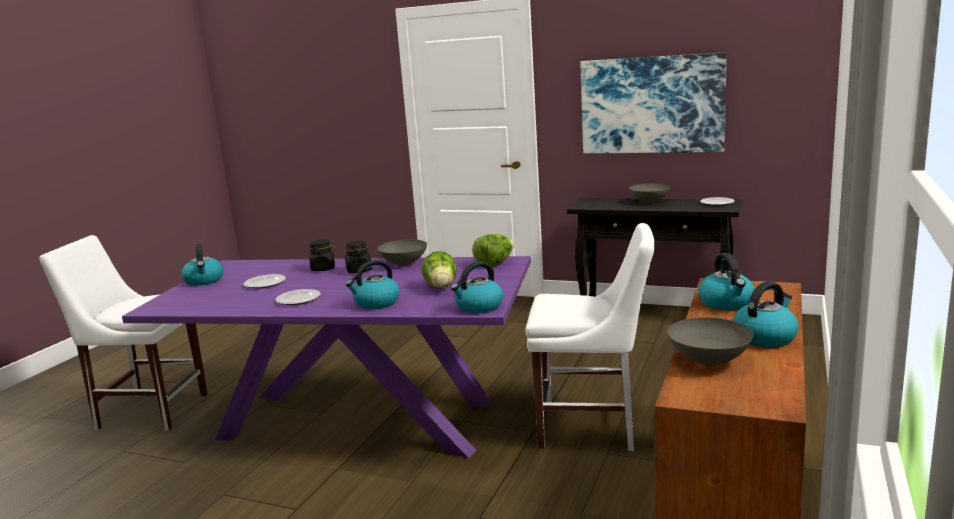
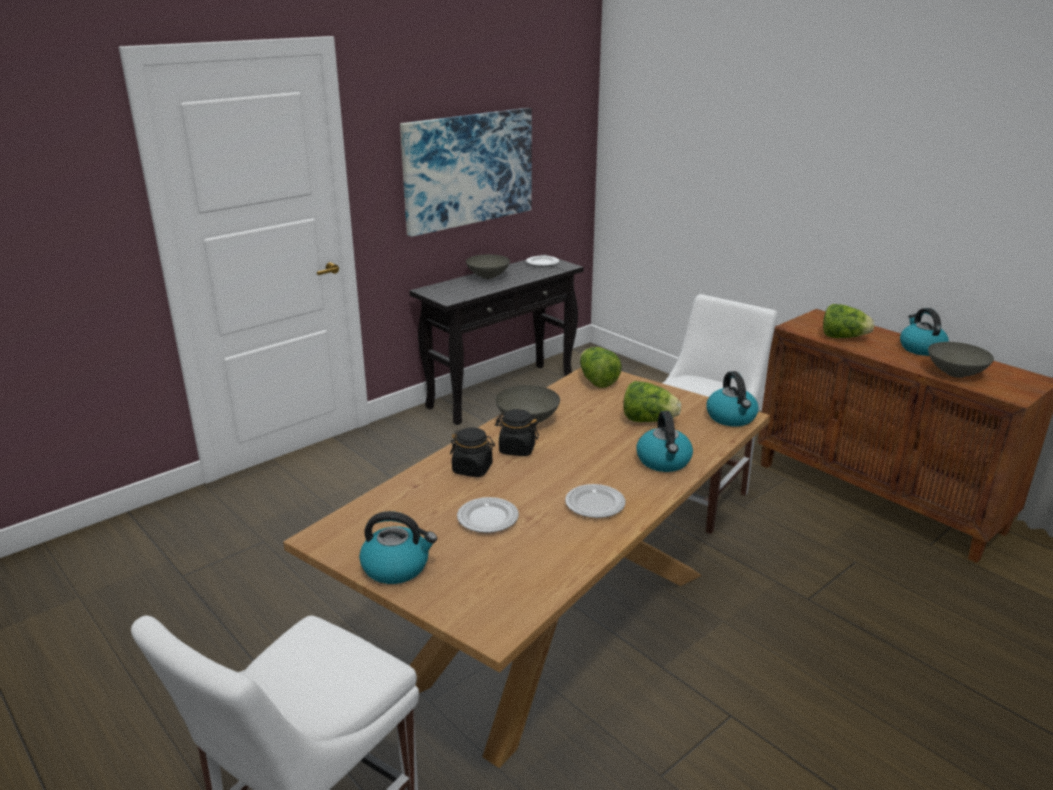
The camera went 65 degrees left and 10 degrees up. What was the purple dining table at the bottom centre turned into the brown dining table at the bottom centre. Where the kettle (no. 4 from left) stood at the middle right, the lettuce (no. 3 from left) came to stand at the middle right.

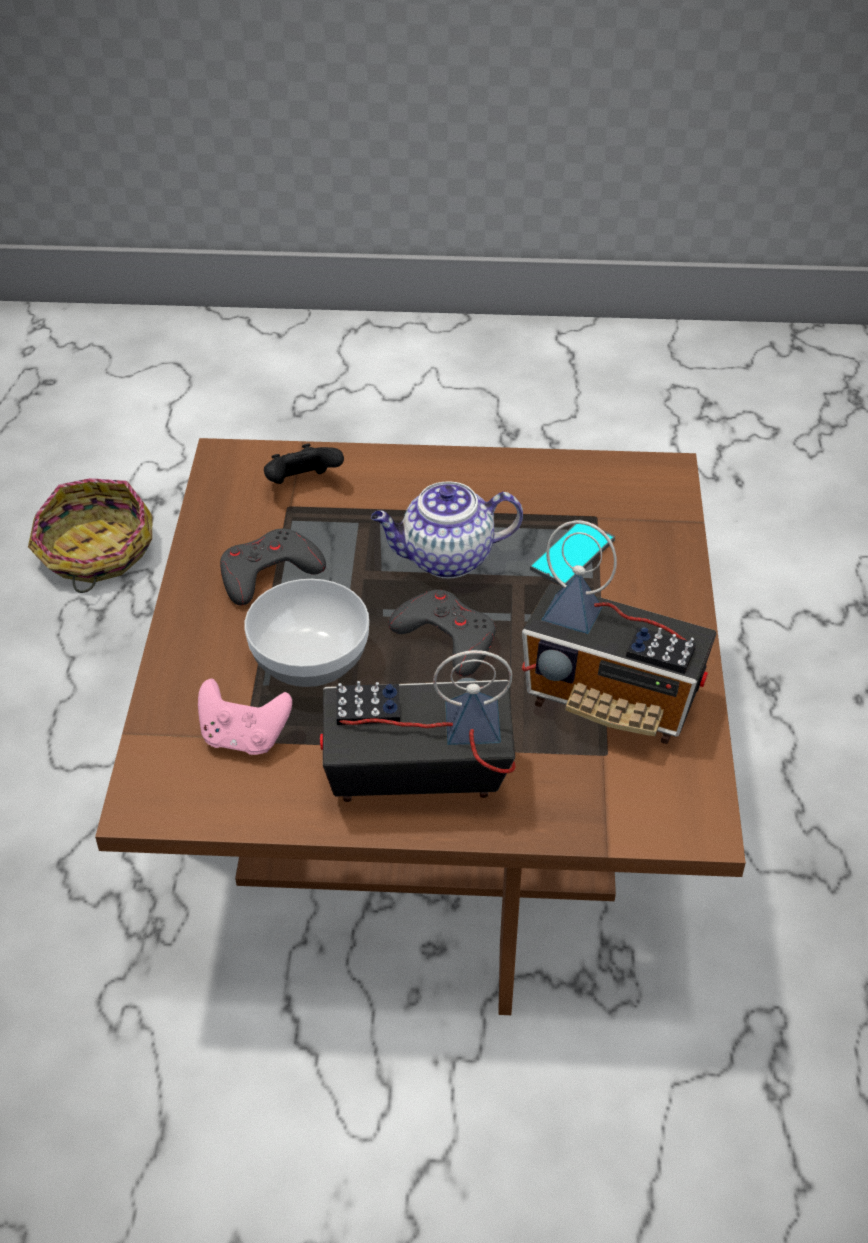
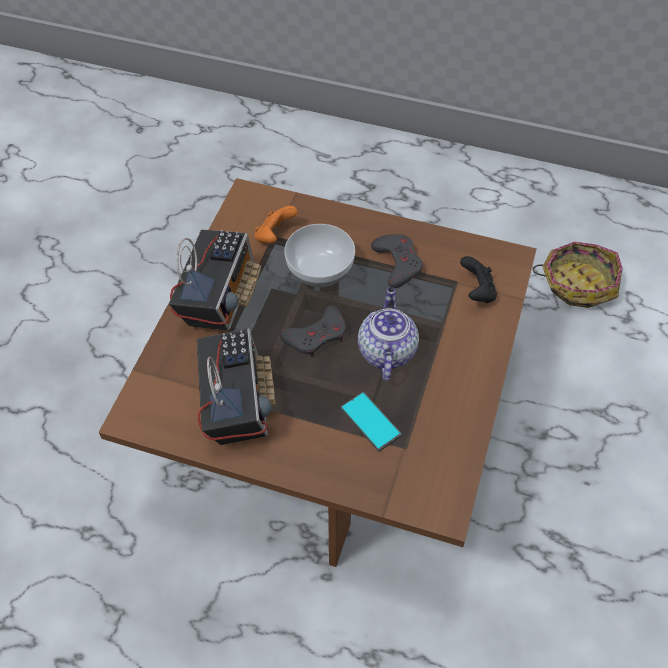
The camera went 105 degrees right and 10 degrees up. What was the pink game controller at the middle left turned into the orange game controller at the centre. The radio (no. 2 from left) at the middle right ended up facing another way, 135 degrees clockwise from before.

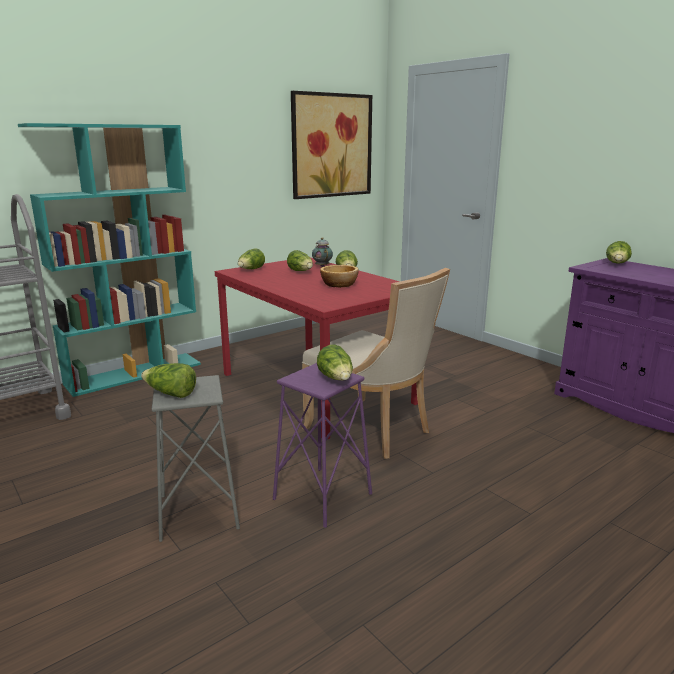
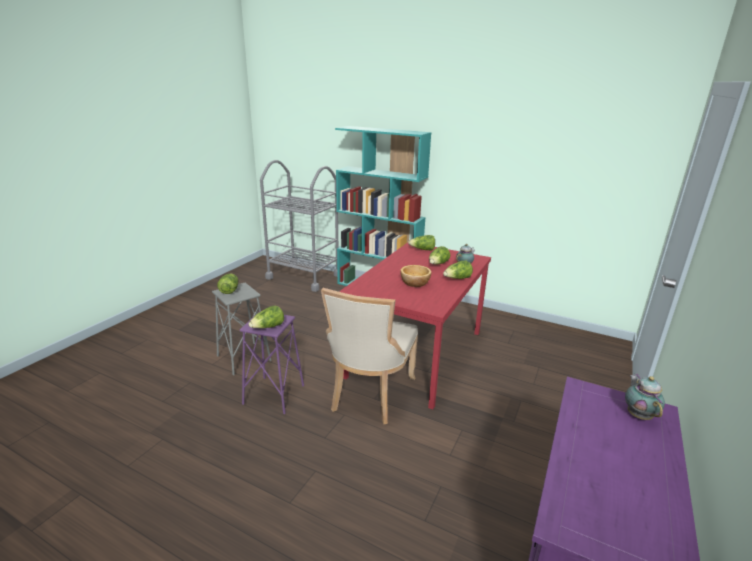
The camera went 65 degrees right and 5 degrees up. The second view lost the picture at the top centre. Where the lettuce (no. 6 from left) stood at the middle right, the teapot (no. 2 from left) came to stand at the bottom right.

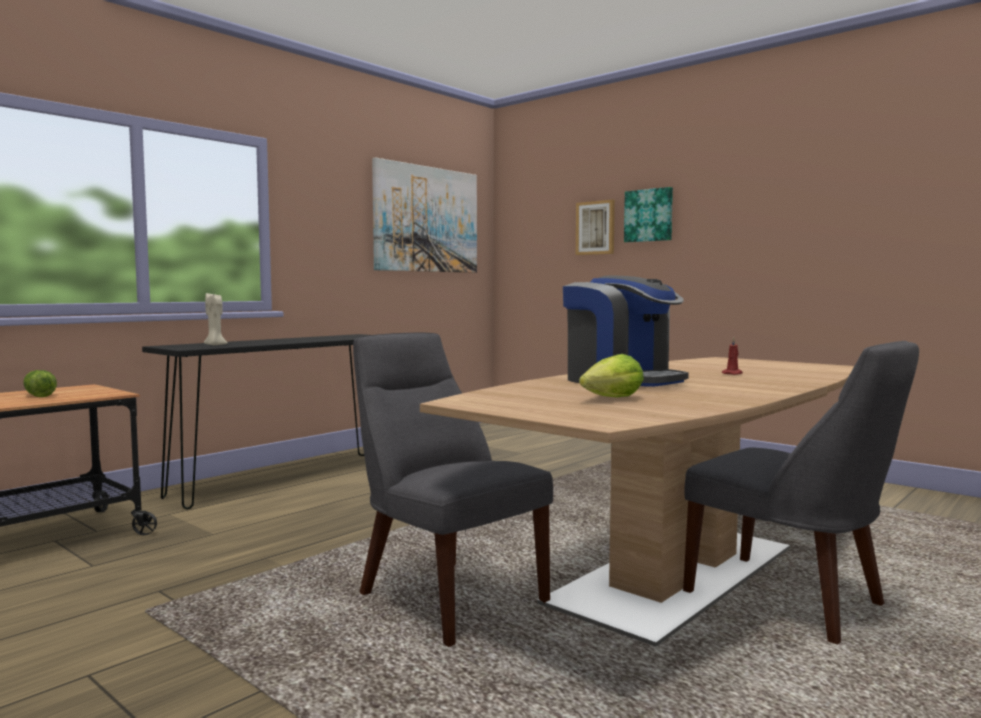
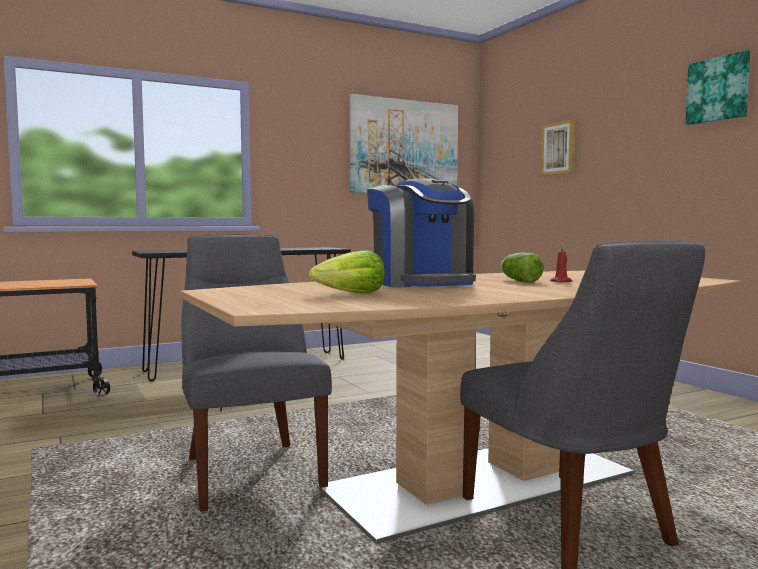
The camera went 20 degrees right and 0 degrees up. The lettuce (no. 1 from left in the first image) ended up elsewhere, having gone from the middle left to the middle right. The second view lost the beige candle at the middle left. The picture (no. 3 from left) ended up elsewhere, having gone from the top centre to the top right.

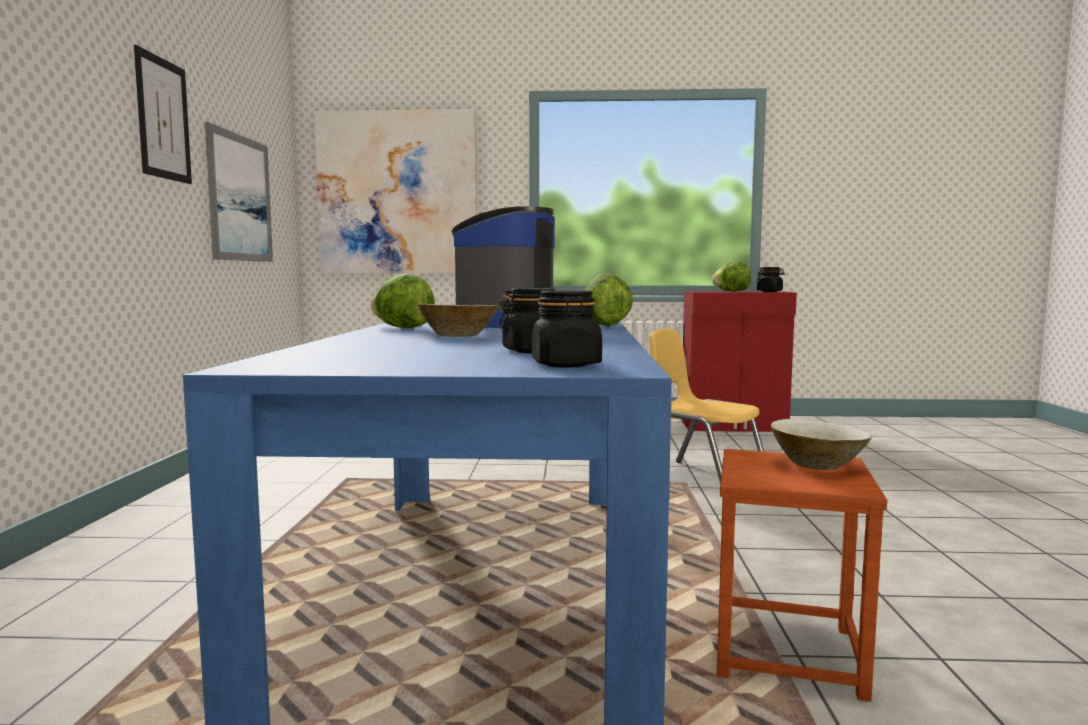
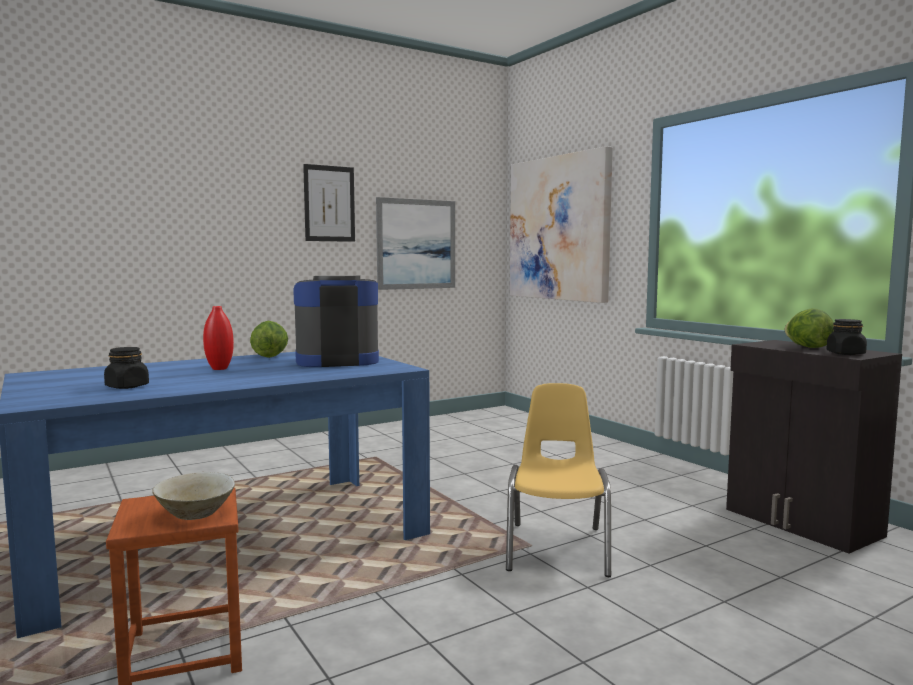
The camera went 55 degrees right and 0 degrees up. Where the beige bowl (no. 1 from left) stood at the centre, the red vase came to stand at the middle left. The second view lost the black jar (no. 2 from left) at the centre. The second view lost the lettuce (no. 2 from left) at the centre. What was the red cabinet at the middle right turned into the black cabinet at the middle right.

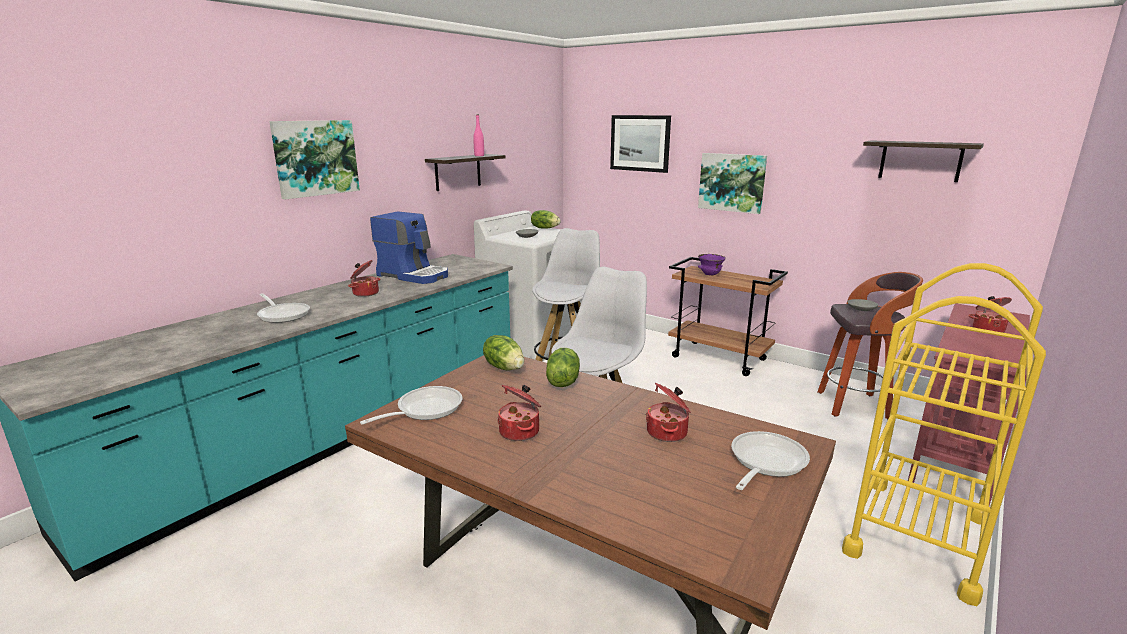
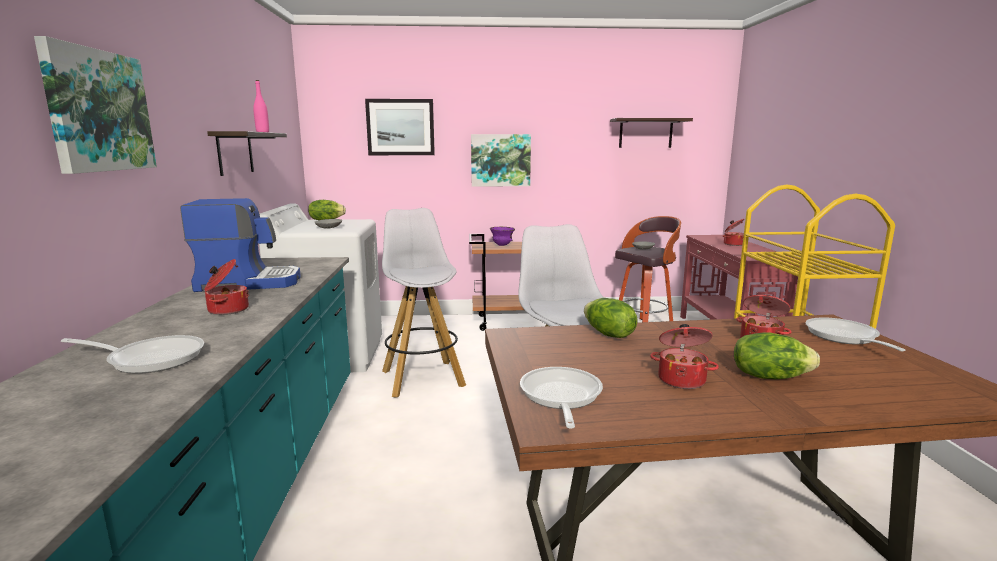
The camera went 40 degrees left and 5 degrees down. The lettuce (no. 1 from left in the first image) ended up elsewhere, having gone from the centre to the middle right.

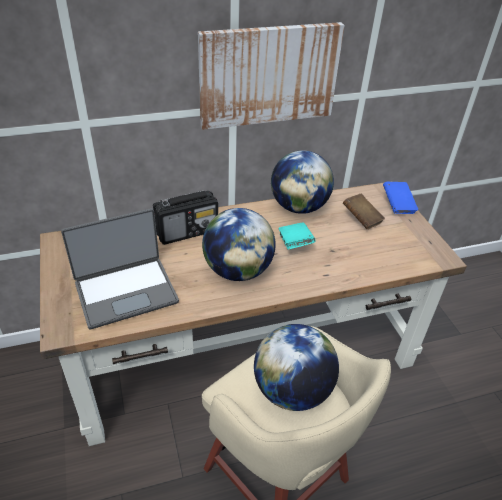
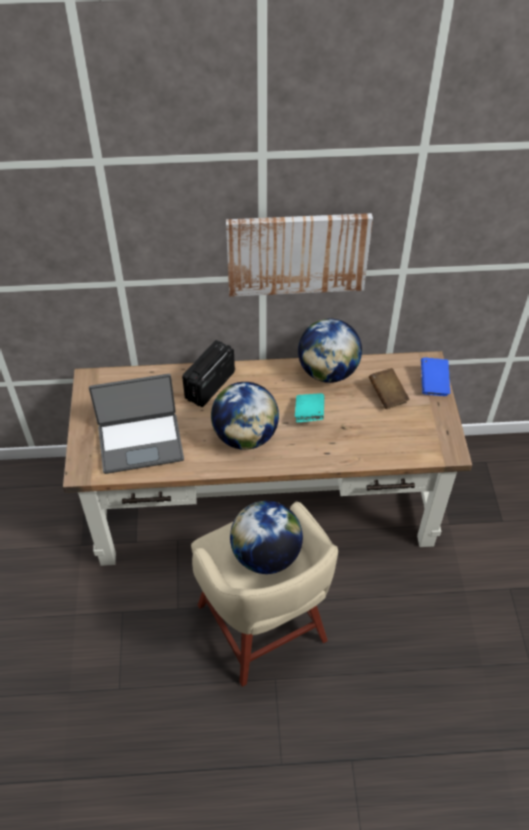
The camera went 15 degrees right and 10 degrees up. The radio at the centre ended up facing another way, 135 degrees clockwise from before.

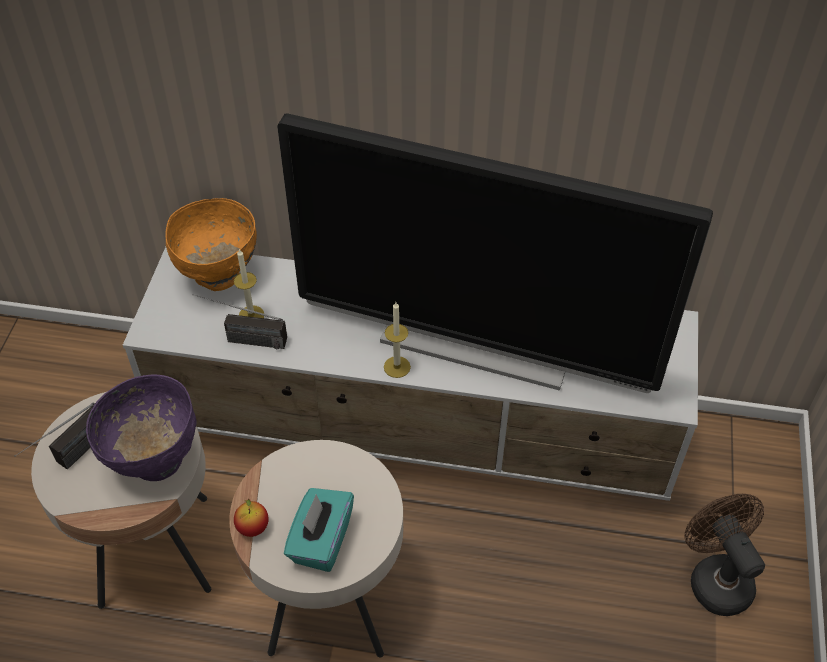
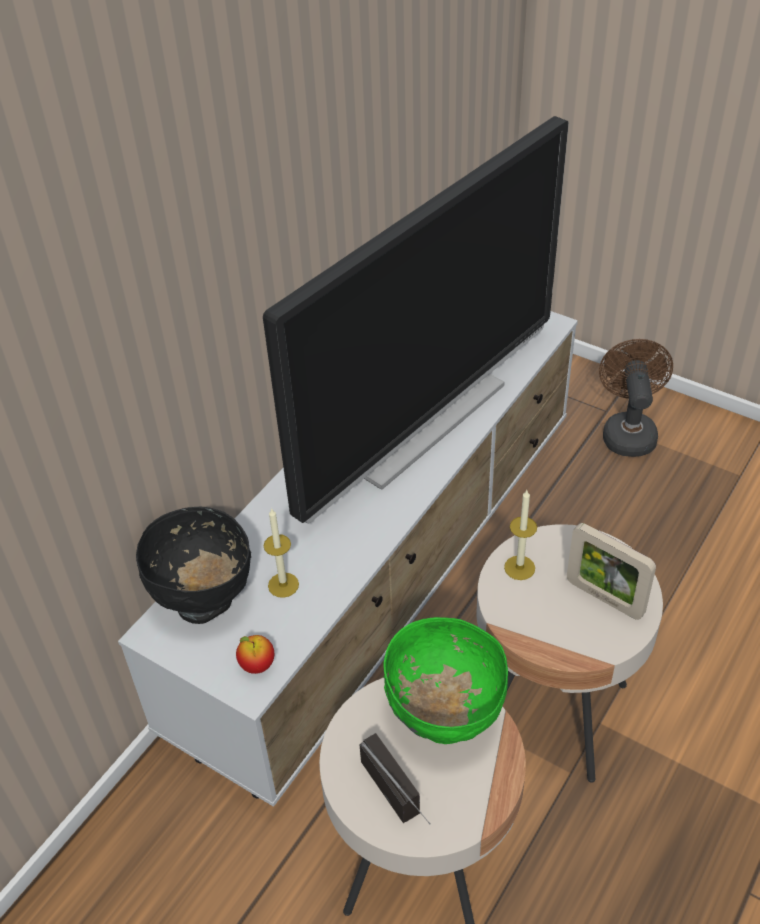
The camera went 65 degrees left and 5 degrees down. What was the purple bowl at the middle left turned into the green bowl at the bottom centre. What was the orange bowl at the middle left turned into the black bowl at the middle left. The second view lost the radio (no. 2 from left) at the middle left. The apple ended up elsewhere, having gone from the bottom left to the bottom centre. Where the turquoise tissue box stood at the bottom centre, the picture frame came to stand at the middle right. The candle (no. 2 from left) ended up elsewhere, having gone from the centre to the middle right. The brown fan at the bottom right ended up facing another way, 90 degrees clockwise from before.

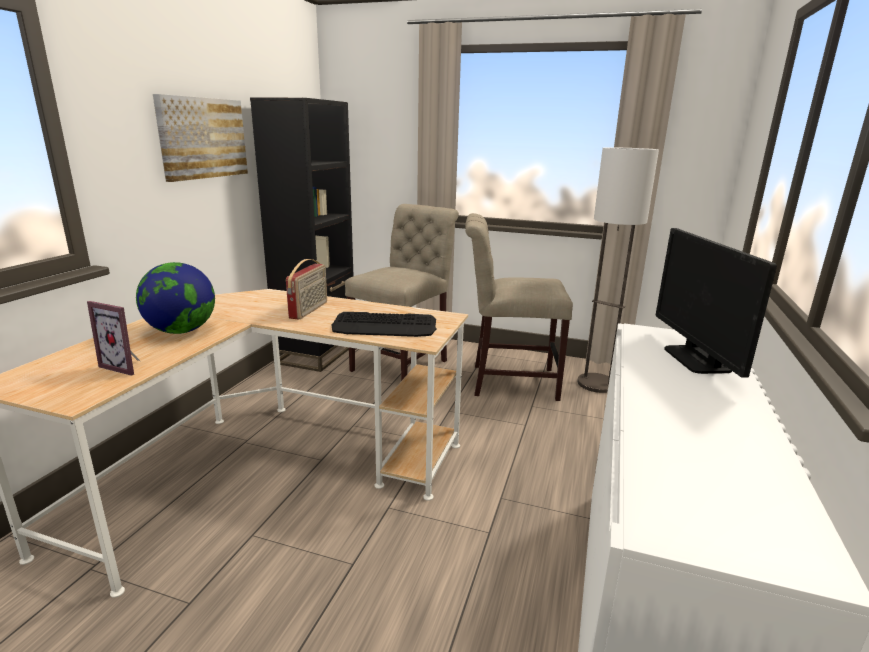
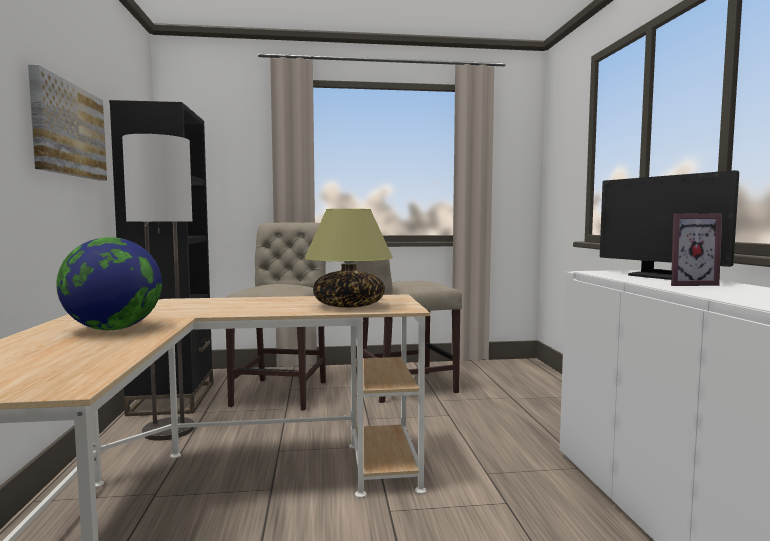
The camera went 25 degrees left and 15 degrees down. The picture frame ended up elsewhere, having gone from the middle left to the middle right. The second view lost the radio at the centre. Where the keyboard stood at the centre, the table lamp came to stand at the centre. The floor lamp ended up elsewhere, having gone from the middle right to the middle left.

